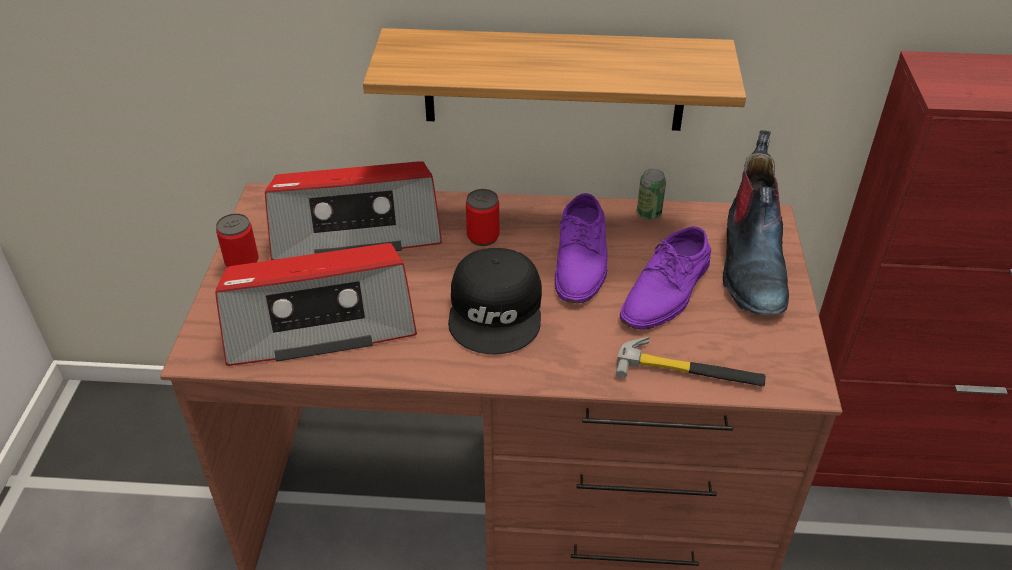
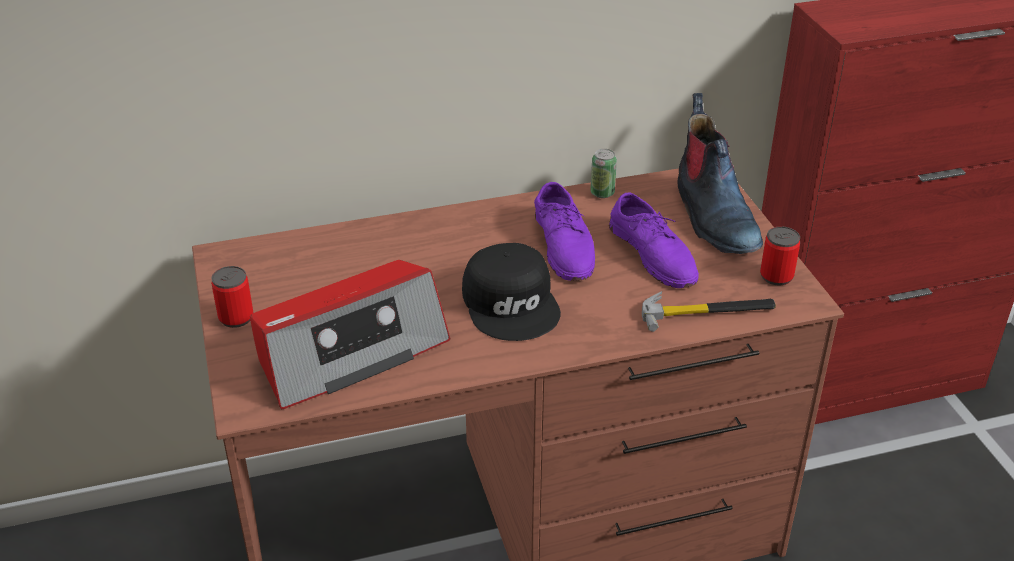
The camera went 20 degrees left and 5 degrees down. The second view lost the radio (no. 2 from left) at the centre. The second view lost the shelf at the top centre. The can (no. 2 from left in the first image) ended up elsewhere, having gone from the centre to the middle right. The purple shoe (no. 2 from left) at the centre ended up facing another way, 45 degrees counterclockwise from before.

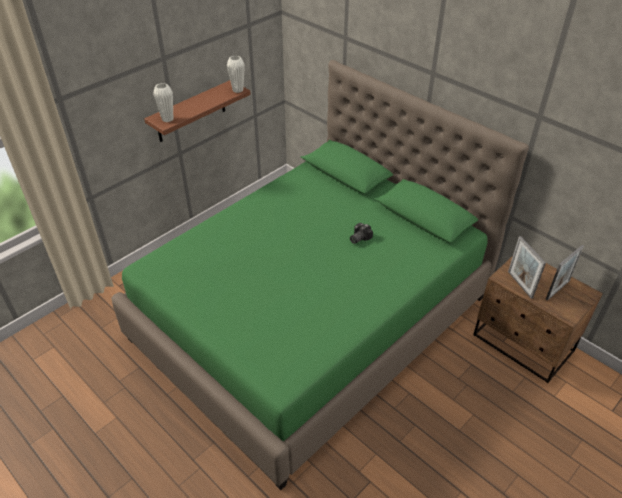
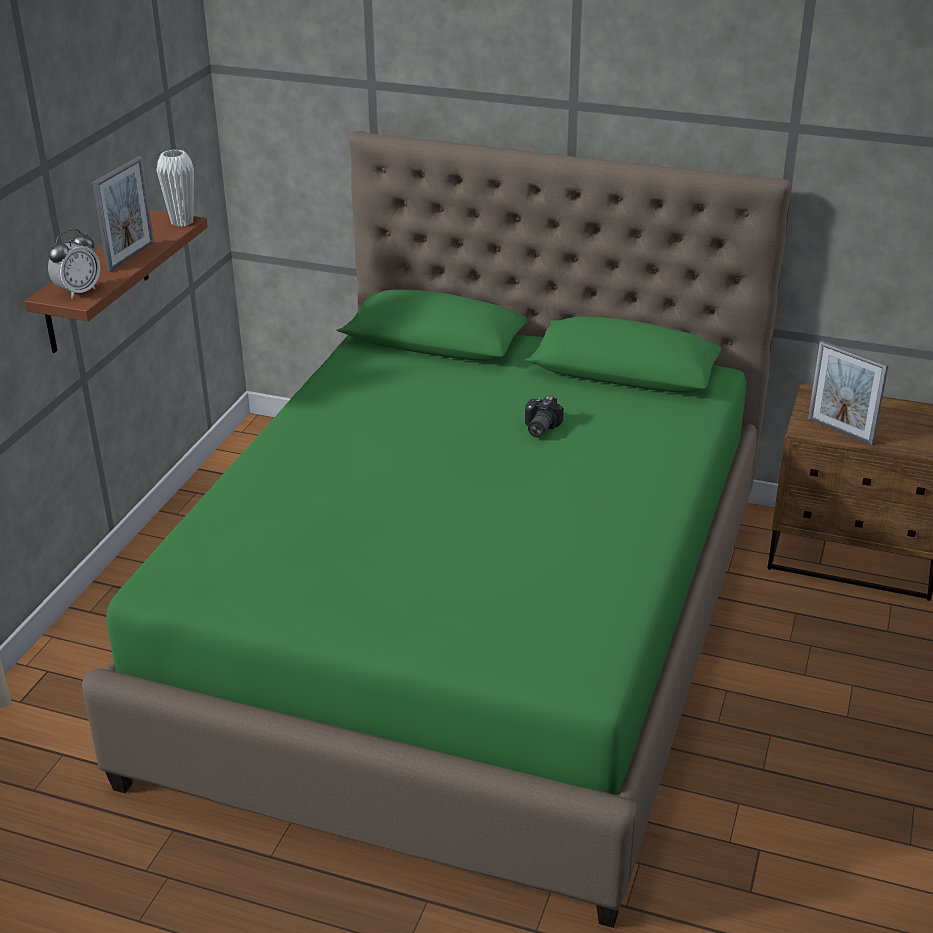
The camera went 25 degrees left and 10 degrees down. Where the white vase (no. 1 from left) stood at the top left, the alarm clock came to stand at the top left. The picture frame (no. 2 from left in the first image) ended up elsewhere, having gone from the middle right to the top left.

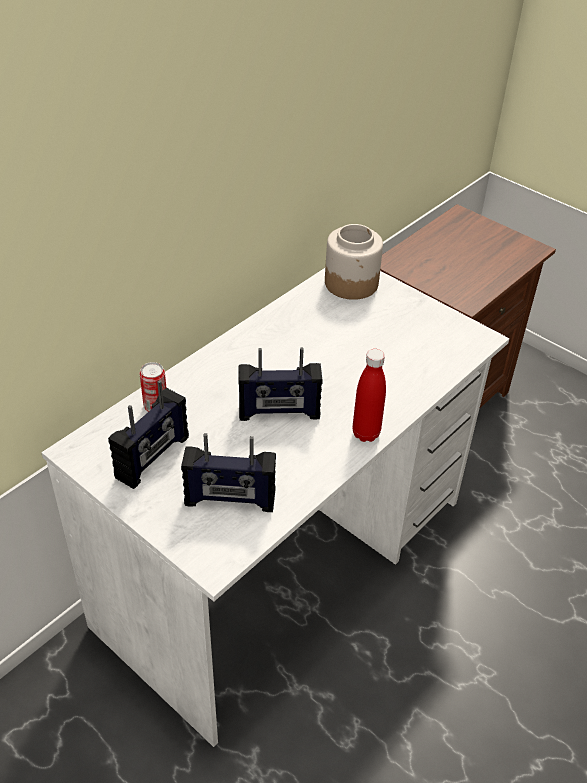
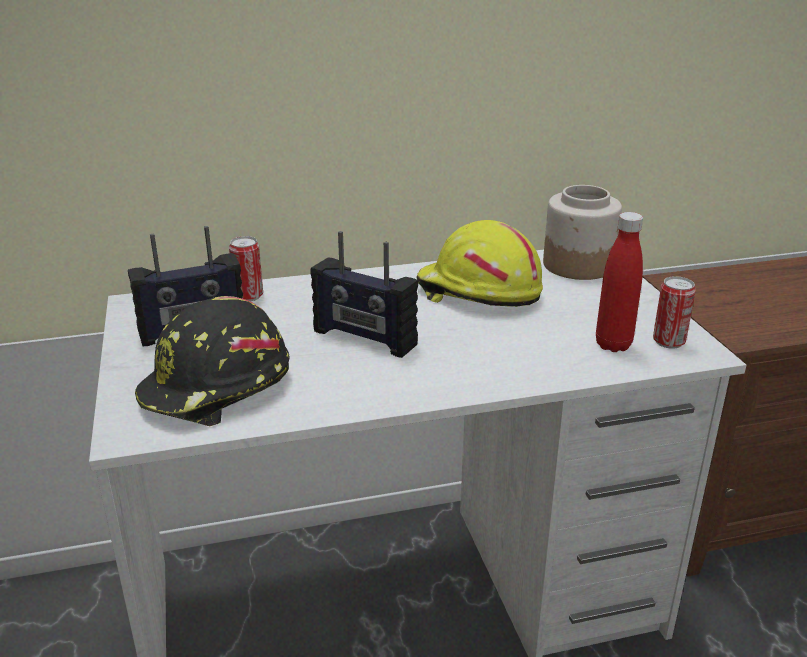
The camera went 35 degrees right and 15 degrees down. Where the radio (no. 2 from left) stood at the centre, the black hard hat came to stand at the middle left. The red bottle ended up elsewhere, having gone from the centre to the middle right. The second view gained the yellow hard hat at the centre. The second view gained the can (no. 2 from left) at the middle right.

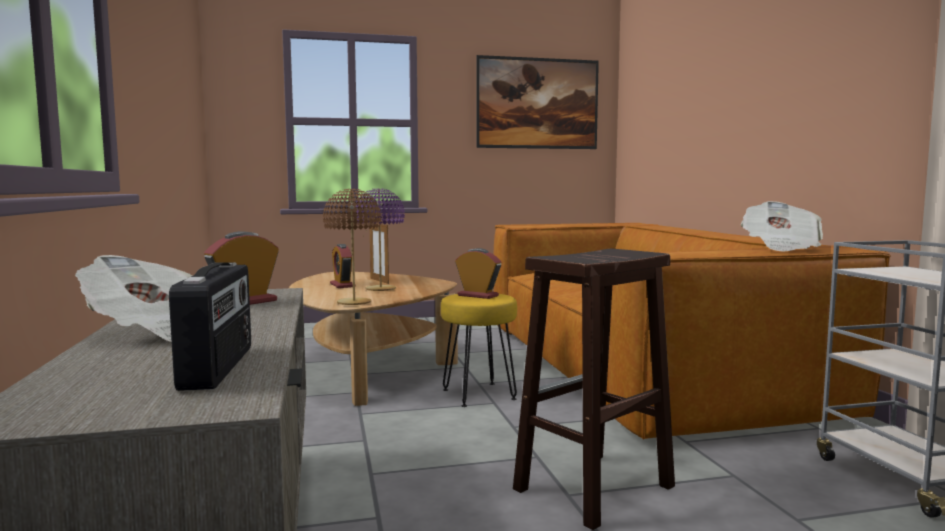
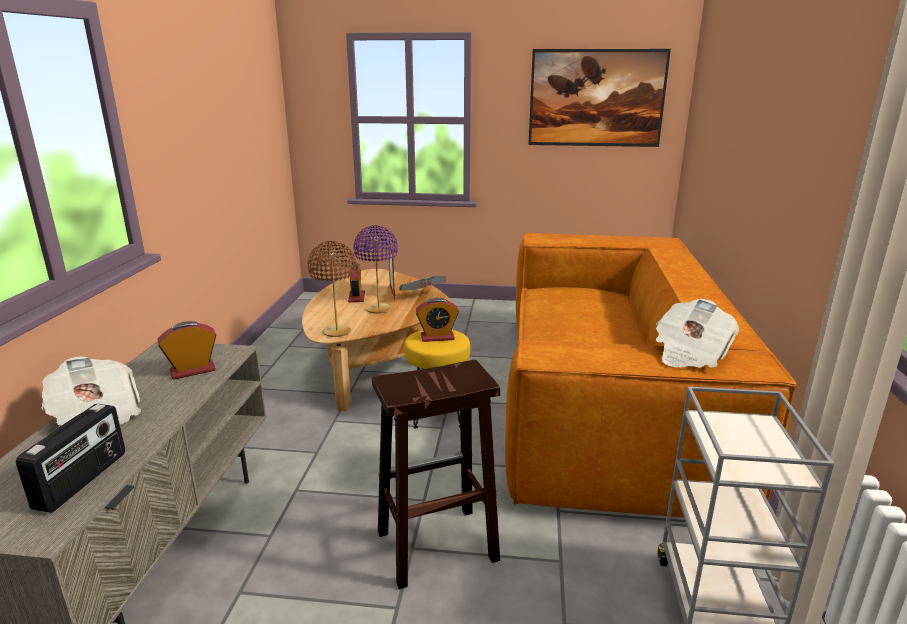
The camera went 20 degrees right and 15 degrees up. The alarm clock (no. 3 from left) at the centre ended up facing another way, 120 degrees clockwise from before. The second view gained the newspaper (no. 2 from left) at the centre.

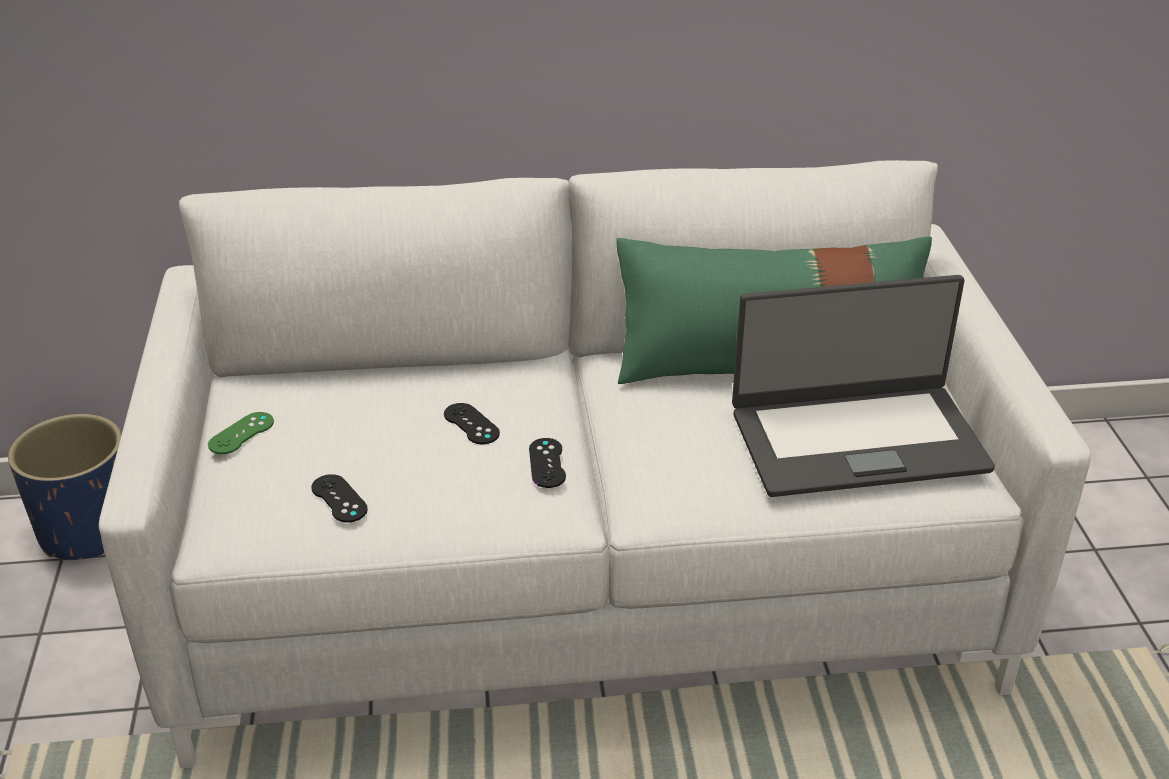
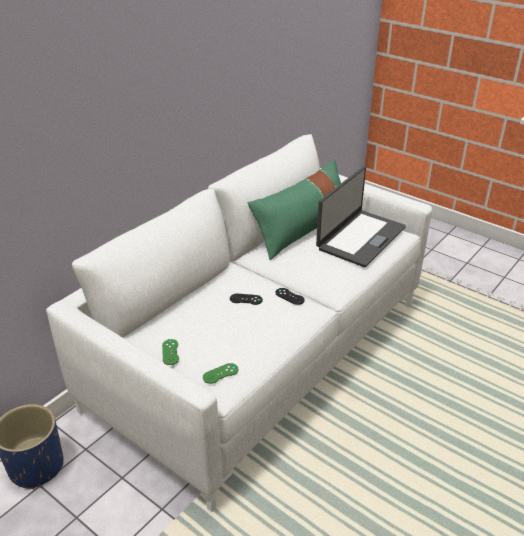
The camera went 45 degrees left and 0 degrees up. The second view lost the black game controller (no. 1 from left) at the middle left. The second view gained the green game controller (no. 2 from left) at the bottom centre.

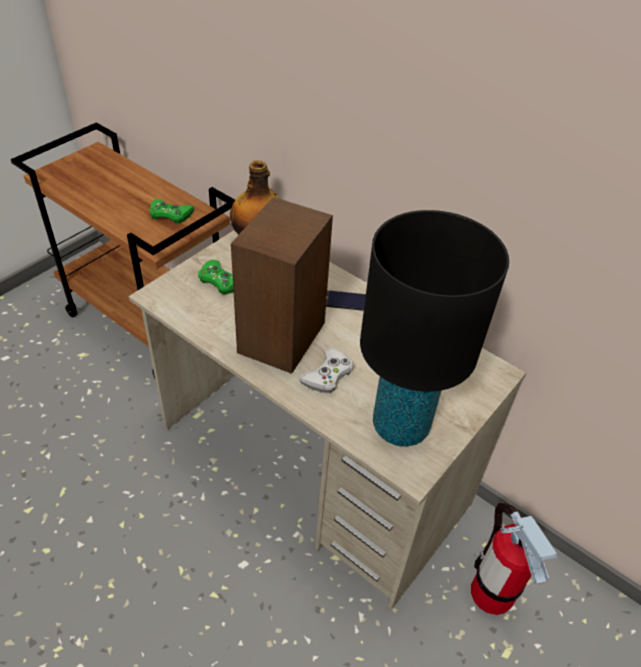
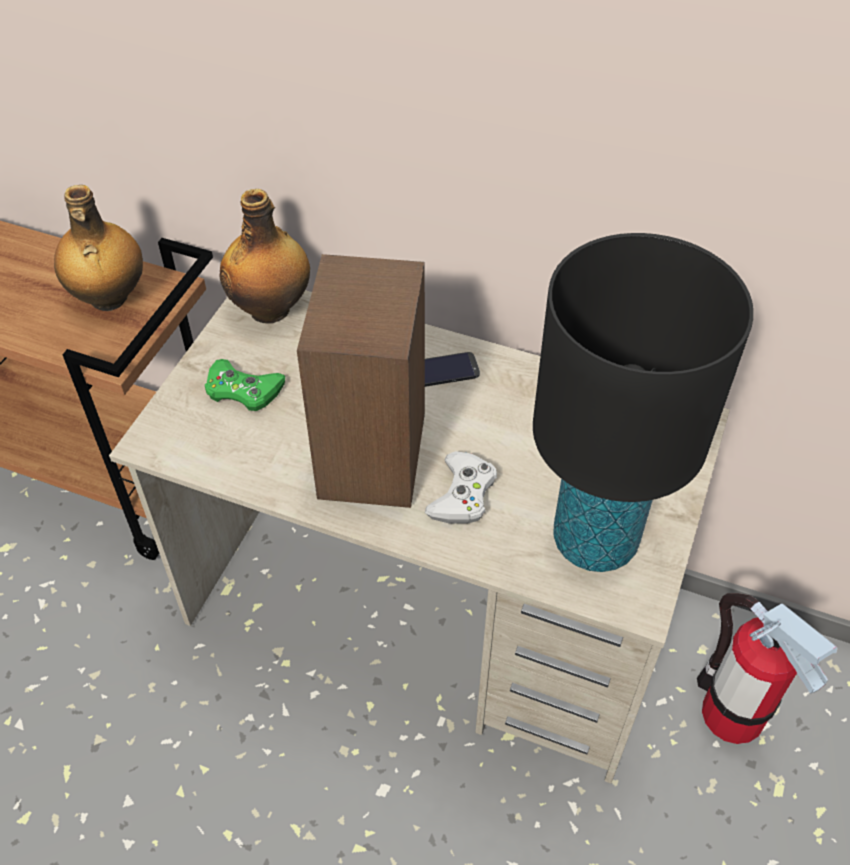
The camera went 15 degrees left and 5 degrees up. Where the green game controller (no. 1 from left) stood at the top left, the bottle (no. 1 from left) came to stand at the top left.

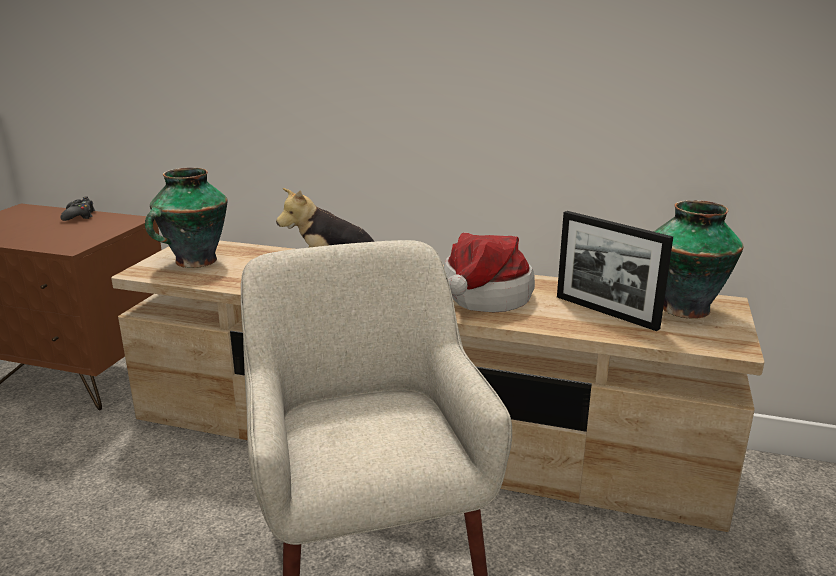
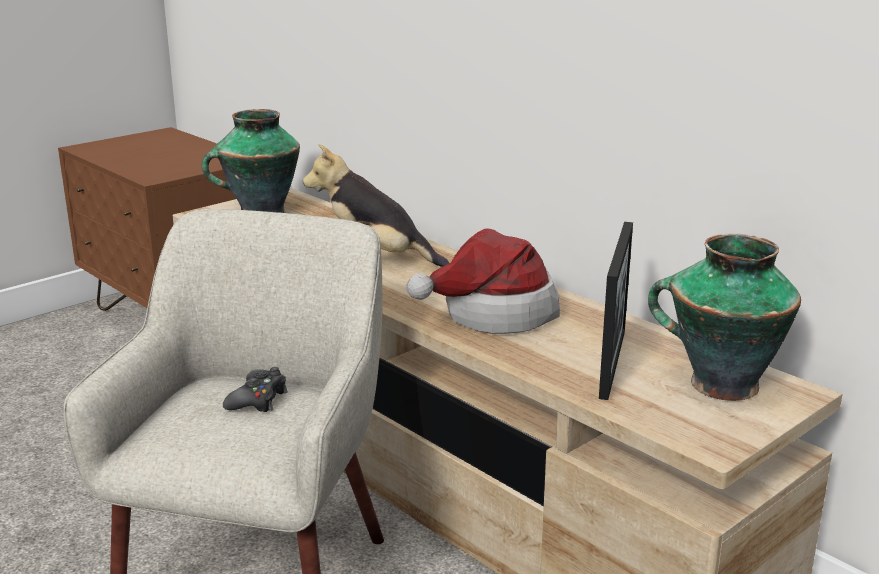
The camera went 30 degrees right and 0 degrees up. The black game controller ended up elsewhere, having gone from the middle left to the bottom left. The picture frame at the middle right ended up facing another way, 150 degrees counterclockwise from before.

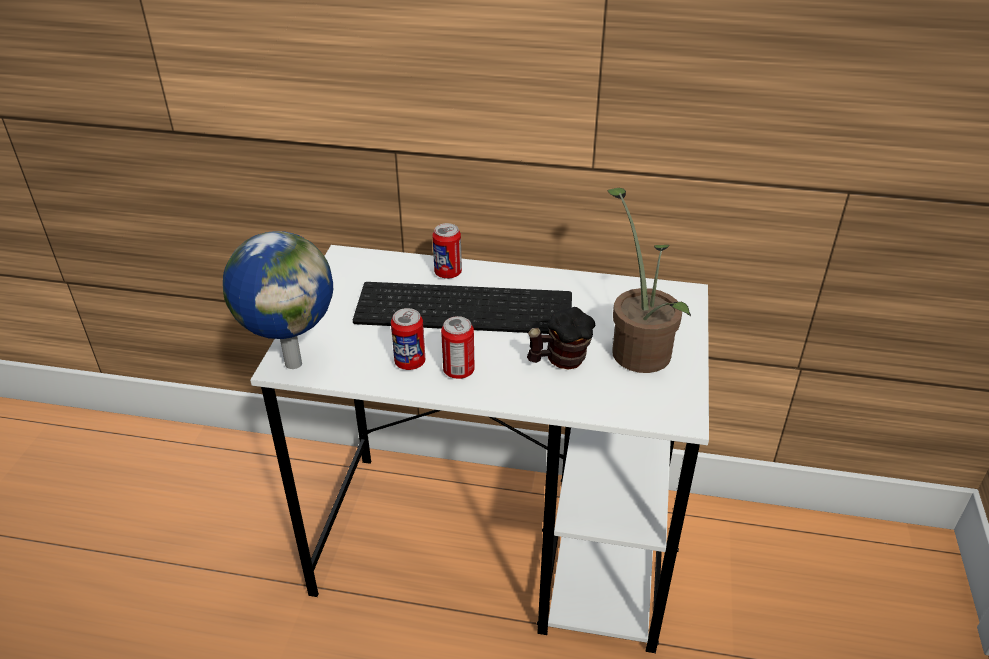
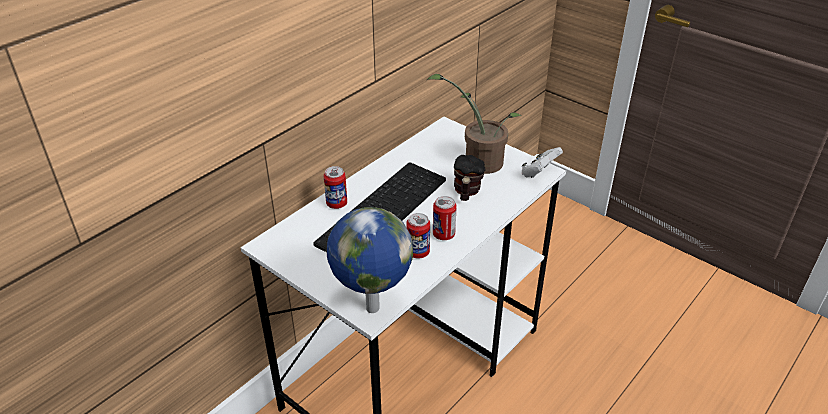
The camera went 60 degrees left and 0 degrees up. The second view gained the white game controller at the centre.

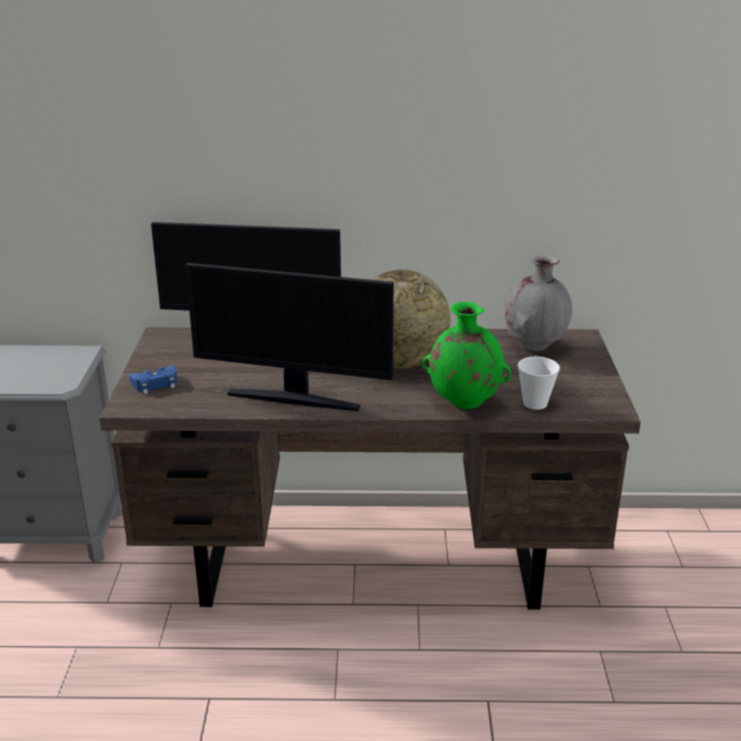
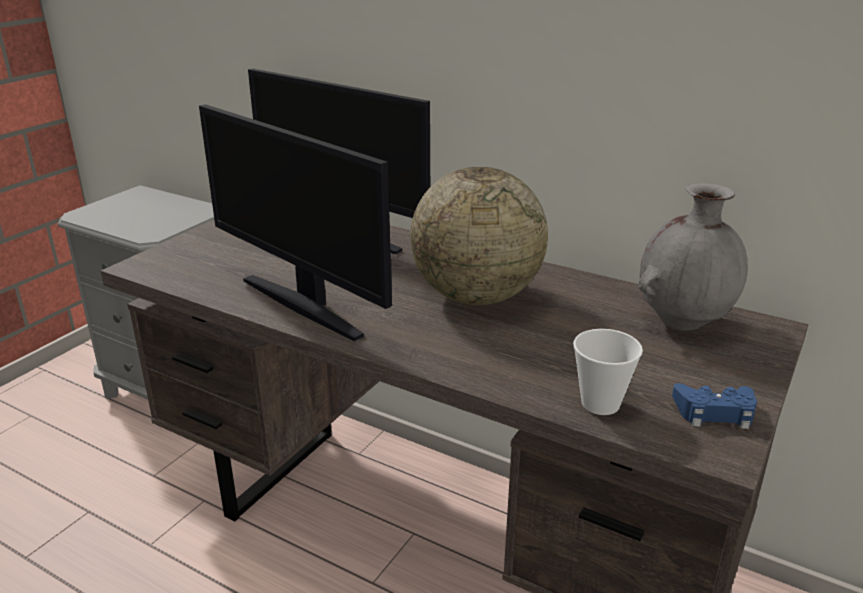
The camera went 30 degrees right and 0 degrees up. The blue game controller ended up elsewhere, having gone from the middle left to the bottom right. The second view lost the green vase at the centre.

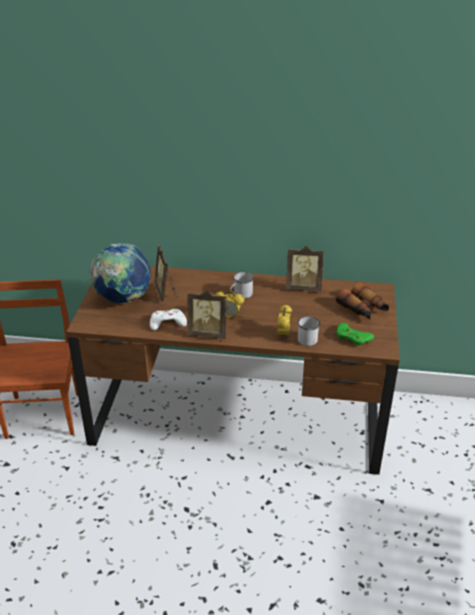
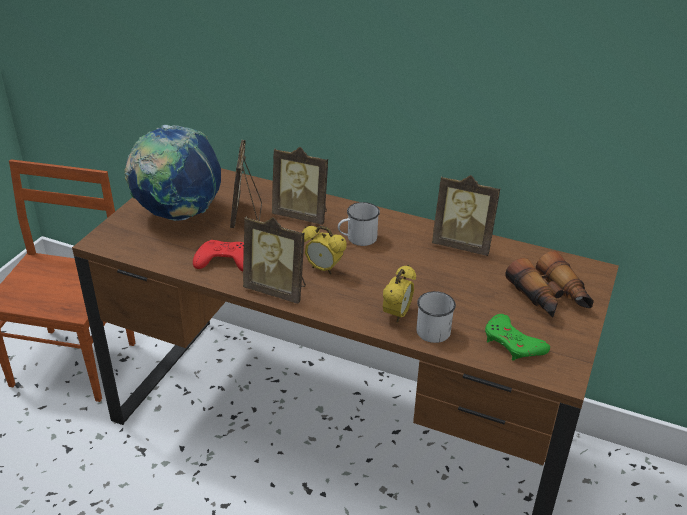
The camera went 15 degrees right and 0 degrees up. What was the white game controller at the centre turned into the red game controller at the middle left. The second view gained the picture frame (no. 3 from left) at the centre.

